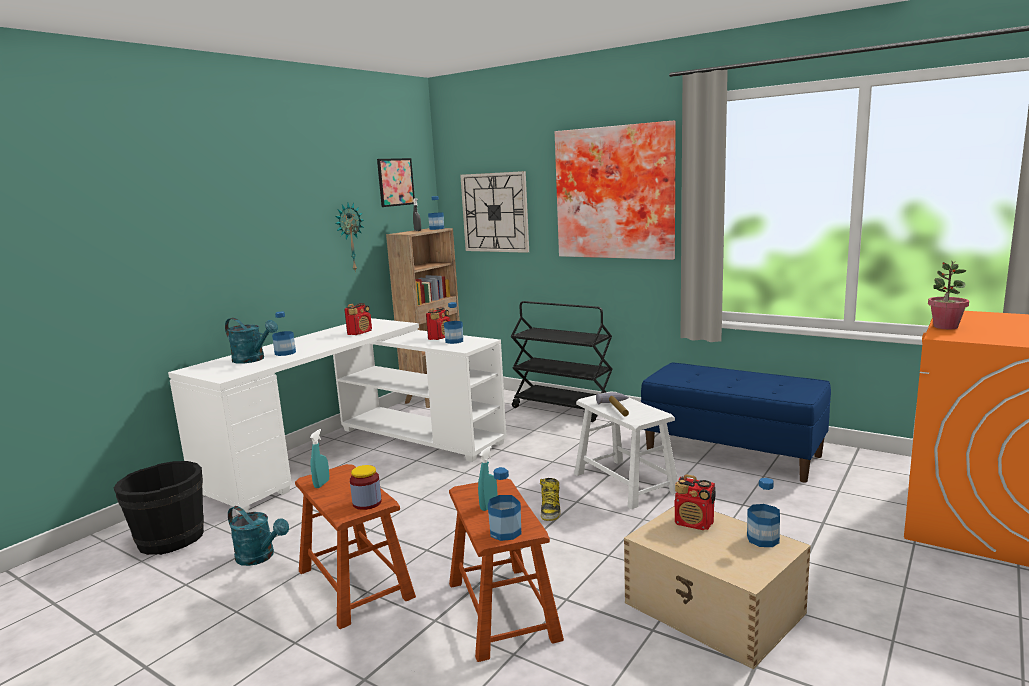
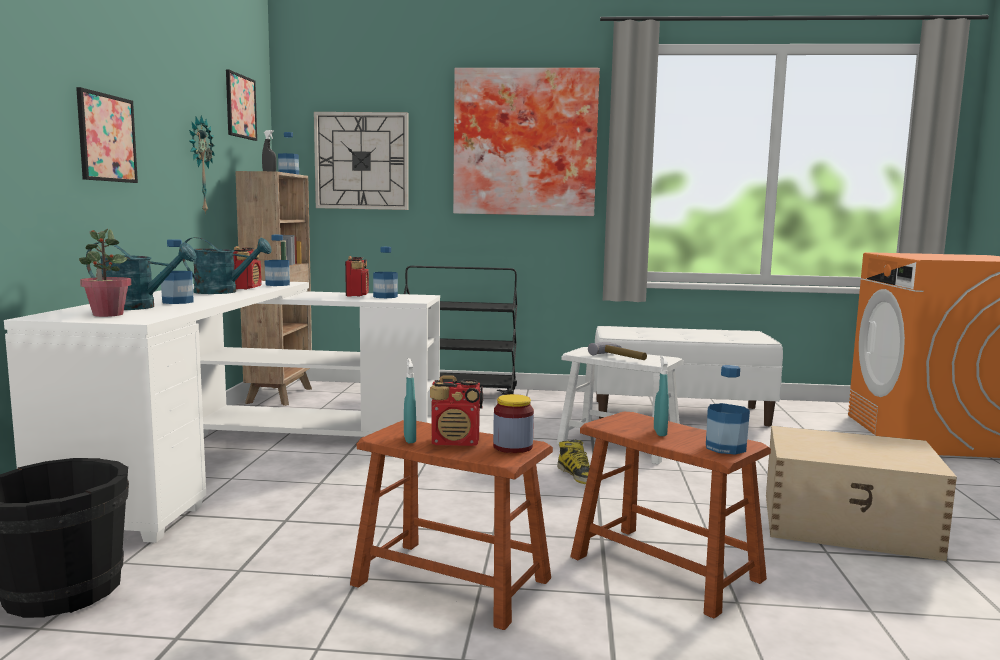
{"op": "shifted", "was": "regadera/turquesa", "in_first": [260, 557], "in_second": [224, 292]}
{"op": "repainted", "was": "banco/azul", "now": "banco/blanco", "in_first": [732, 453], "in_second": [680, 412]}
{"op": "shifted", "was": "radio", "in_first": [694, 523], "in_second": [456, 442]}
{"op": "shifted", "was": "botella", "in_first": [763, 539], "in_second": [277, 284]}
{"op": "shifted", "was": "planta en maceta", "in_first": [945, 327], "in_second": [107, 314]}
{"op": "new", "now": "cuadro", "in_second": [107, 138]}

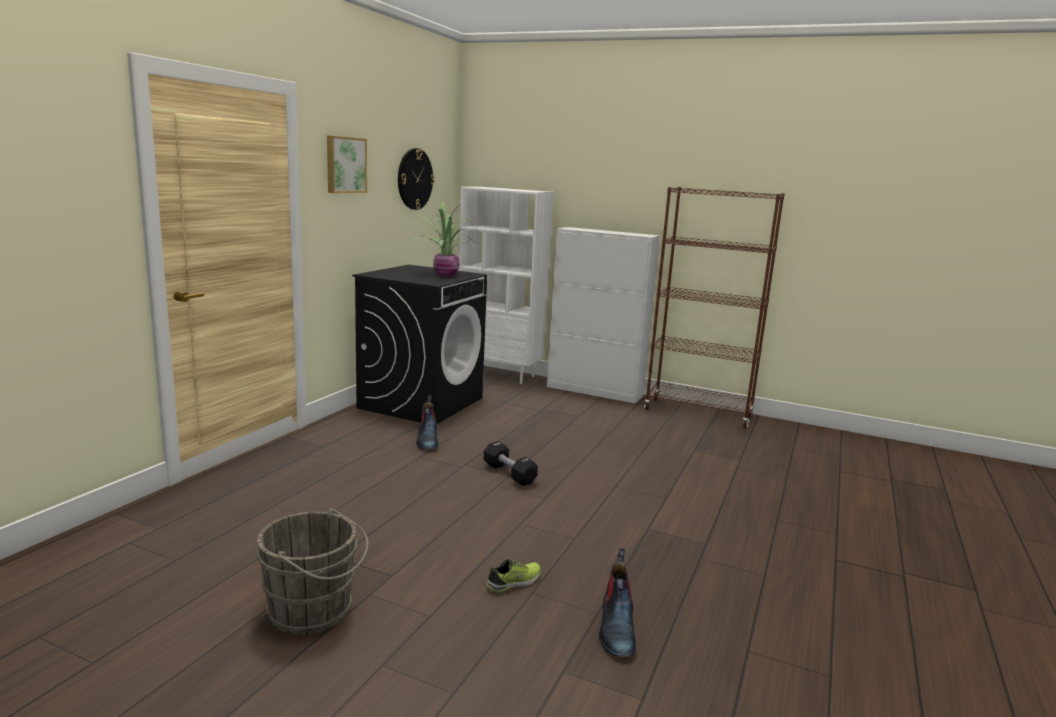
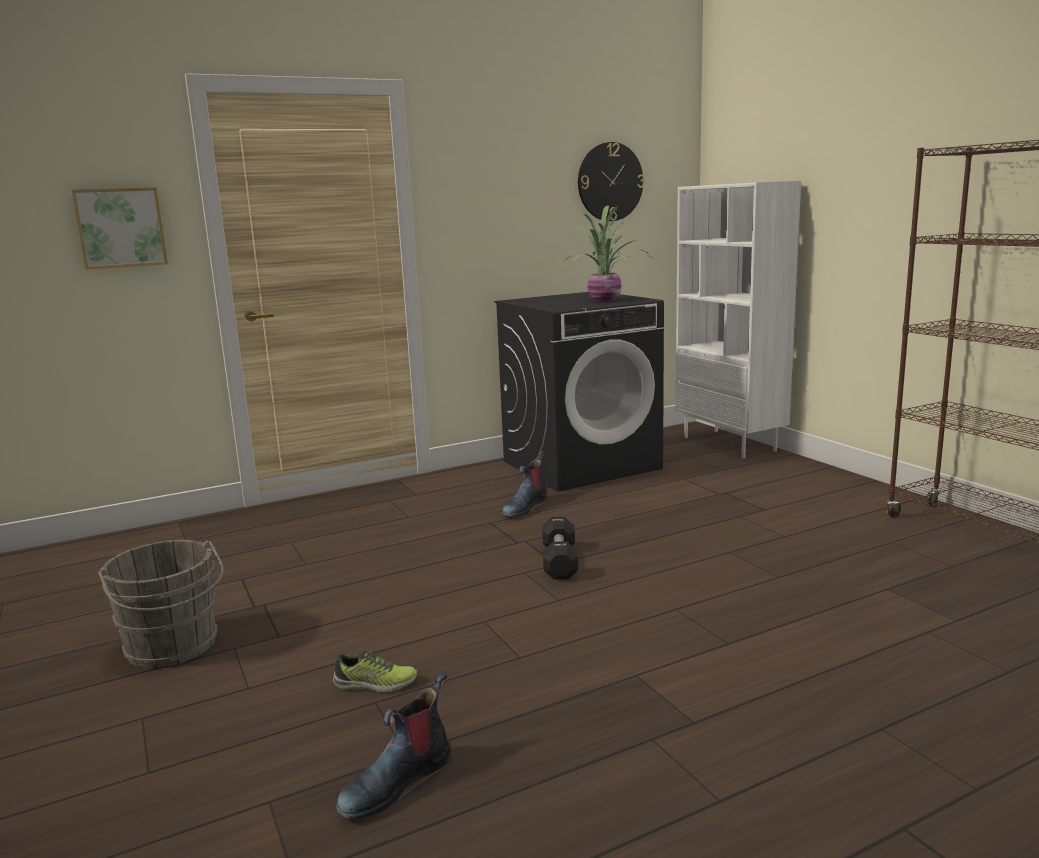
{"op": "shifted", "was": "cuadro", "in_first": [345, 165], "in_second": [120, 227]}
{"op": "gone", "was": "armario/blanco", "in_first": [595, 391]}

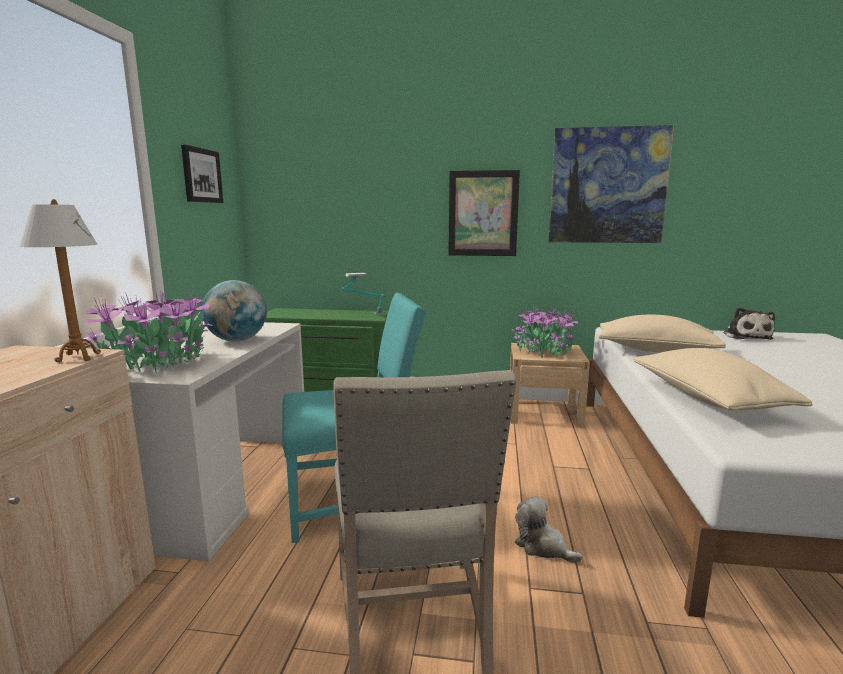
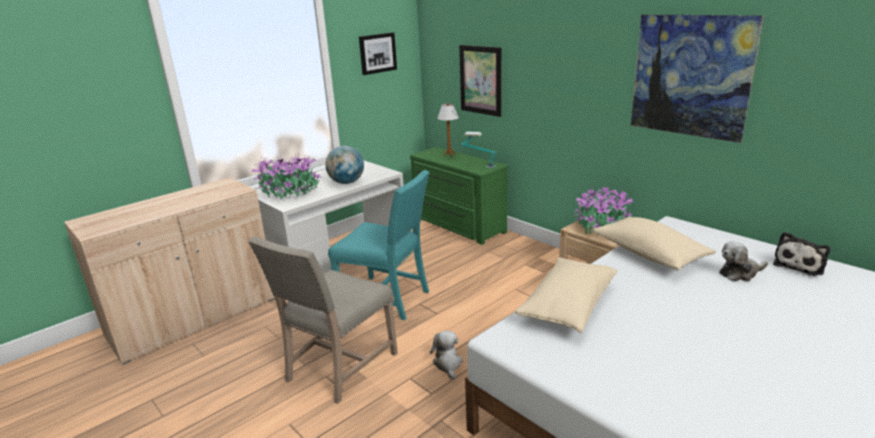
{"op": "shifted", "was": "lámpara de mesa", "in_first": [78, 357], "in_second": [449, 155]}
{"op": "shifted", "was": "cuadro", "in_first": [483, 213], "in_second": [480, 80]}
{"op": "new", "now": "peluche", "in_second": [739, 273]}

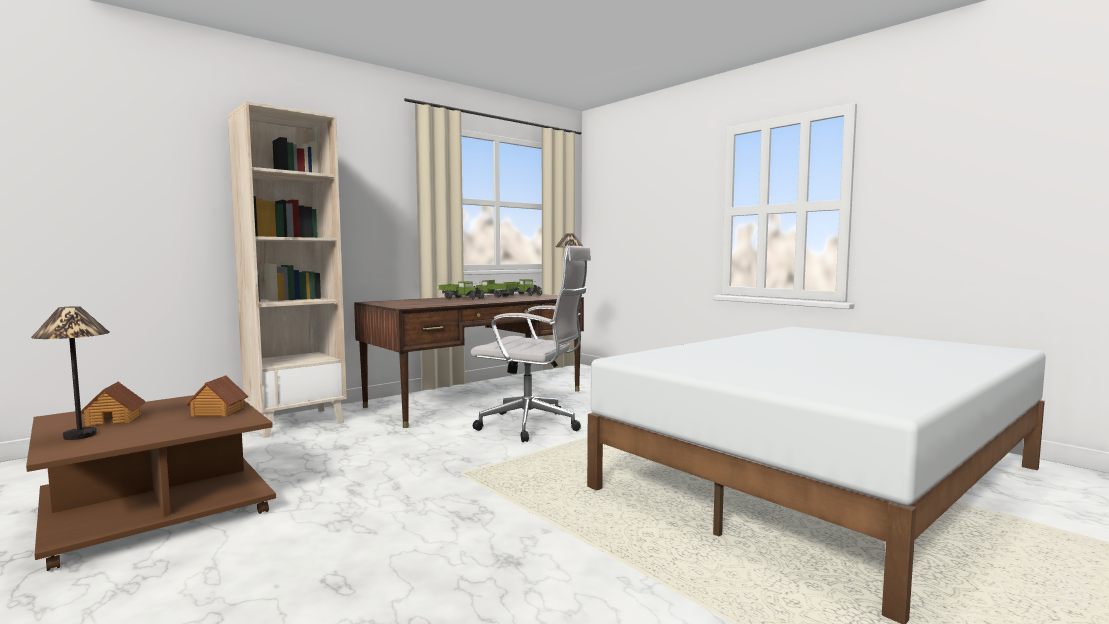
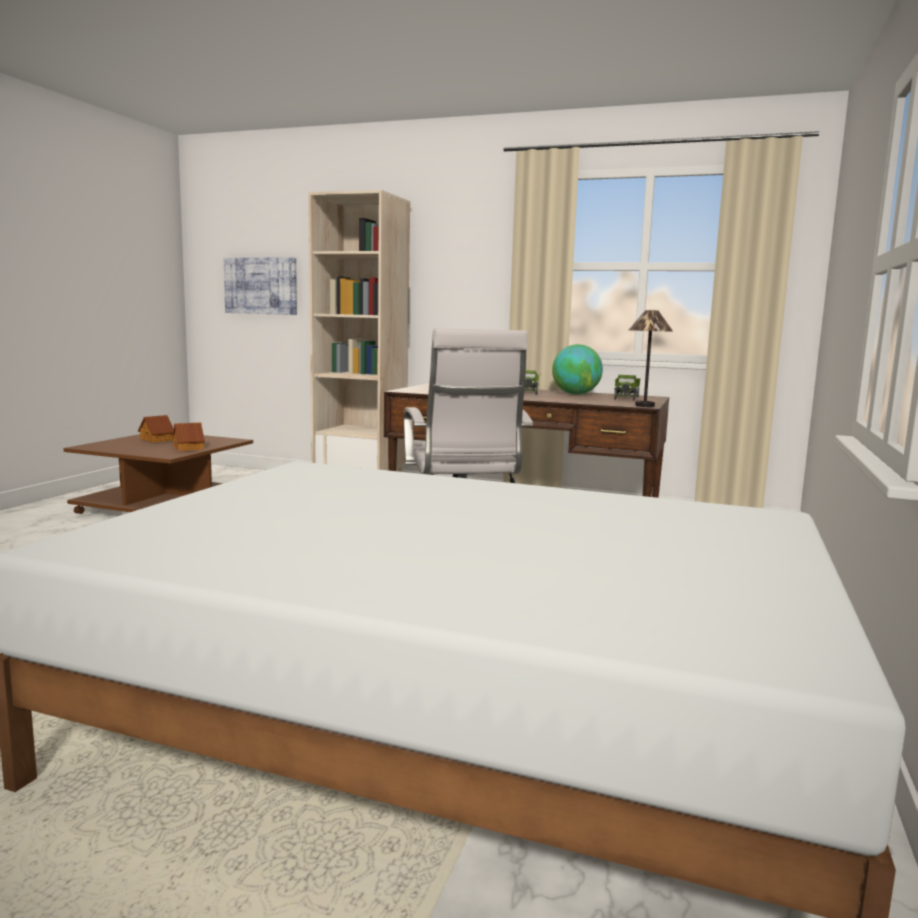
{"op": "gone", "was": "lámpara de mesa", "in_first": [79, 436]}
{"op": "swapped", "was": "camión de juguete", "now": "globo terráqueo", "in_first": [492, 296], "in_second": [575, 394]}
{"op": "new", "now": "cuadro", "in_second": [261, 286]}

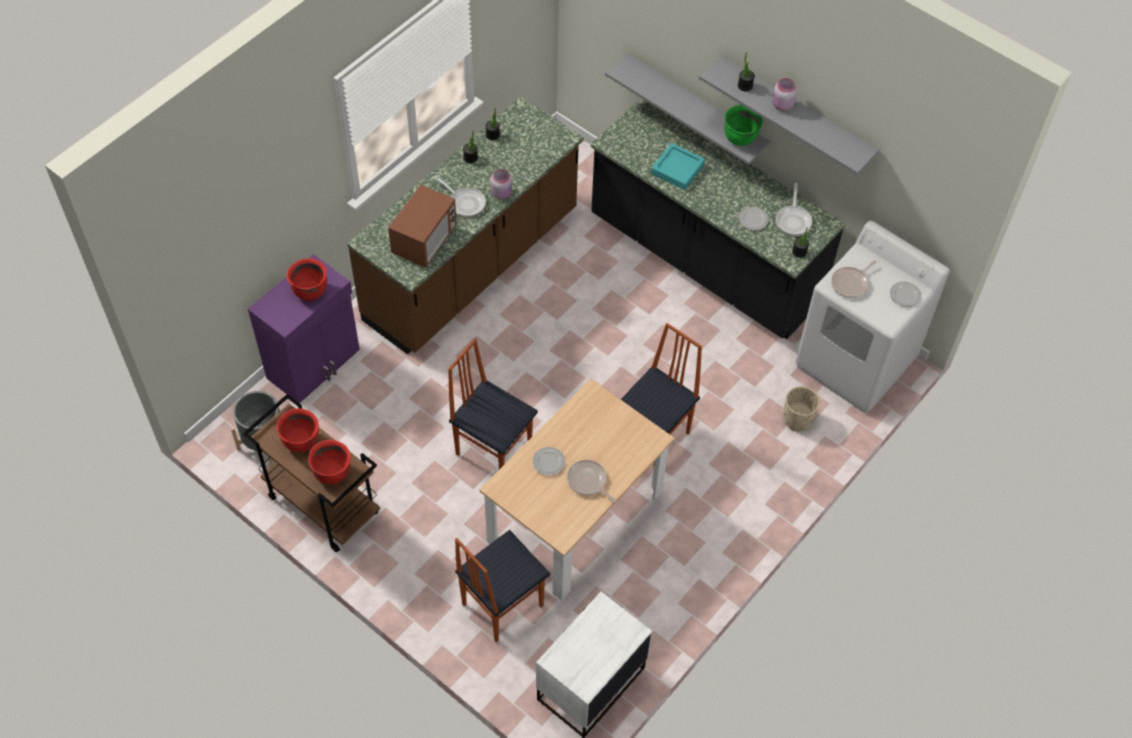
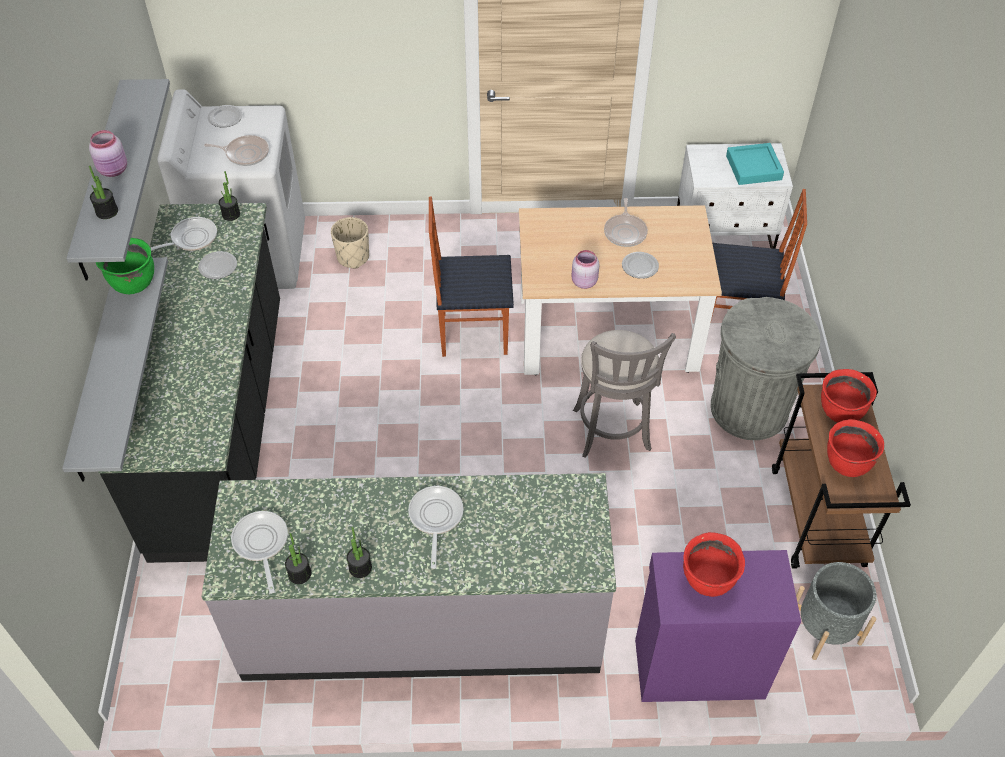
{"op": "repainted", "was": "mueble bajo de cocina/marrón", "now": "mueble bajo de cocina/gris", "in_first": [472, 267], "in_second": [422, 623]}
{"op": "gone", "was": "microondas", "in_first": [424, 241]}
{"op": "swapped", "was": "silla", "now": "taburete/gris", "in_first": [494, 449], "in_second": [612, 433]}
{"op": "shifted", "was": "tarro/rosa", "in_first": [502, 193], "in_second": [583, 281]}
{"op": "shifted", "was": "bandeja/turquesa", "in_first": [677, 169], "in_second": [753, 168]}
{"op": "new", "now": "sartén", "in_second": [261, 544]}
{"op": "new", "now": "papelera/gris", "in_second": [749, 409]}

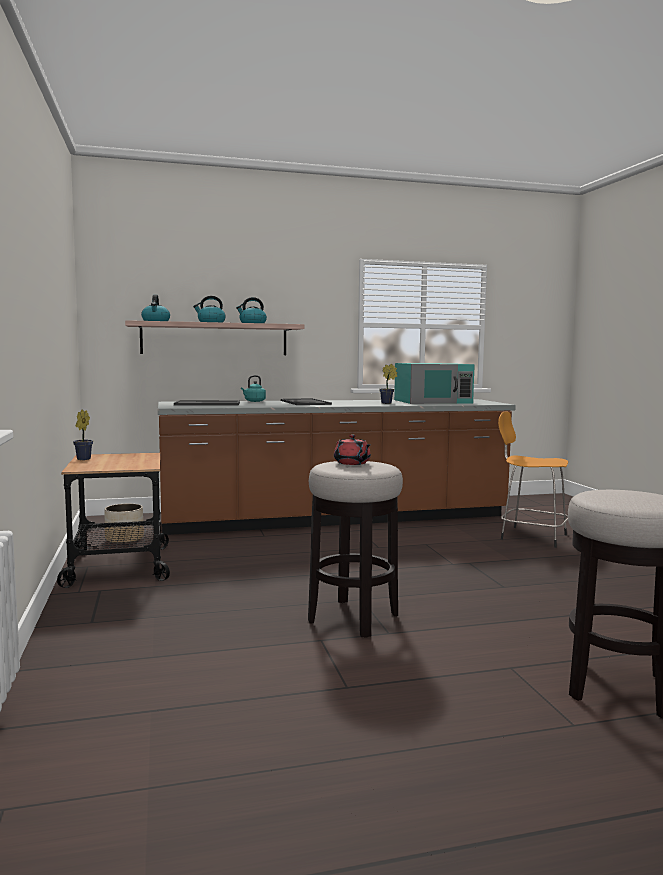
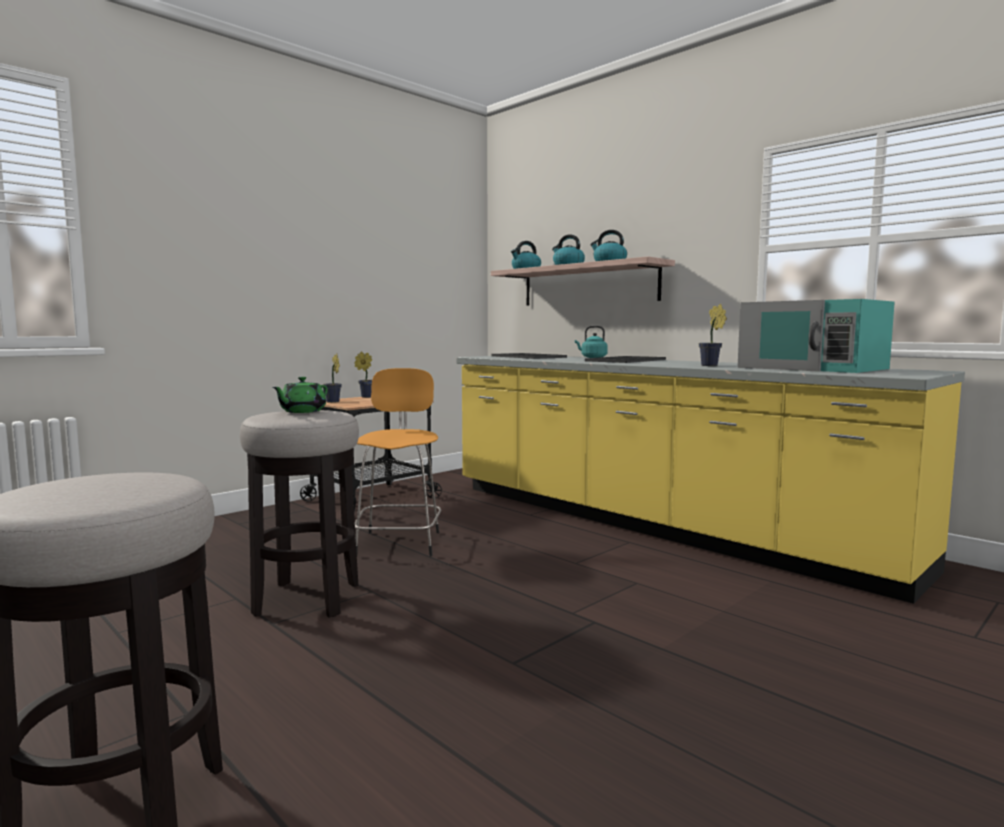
{"op": "gone", "was": "maceta", "in_first": [124, 539]}
{"op": "repainted", "was": "mueble bajo de cocina/marrón", "now": "mueble bajo de cocina/amarillo", "in_first": [336, 519], "in_second": [653, 524]}
{"op": "repainted", "was": "tetera/rojo", "now": "tetera/verde", "in_first": [352, 463], "in_second": [302, 411]}
{"op": "shifted", "was": "taburete/naranja", "in_first": [531, 536], "in_second": [399, 542]}
{"op": "new", "now": "planta en maceta", "in_second": [333, 402]}

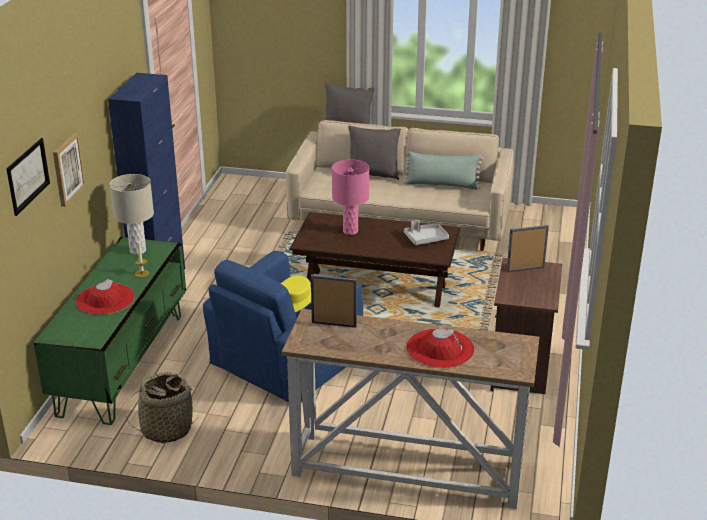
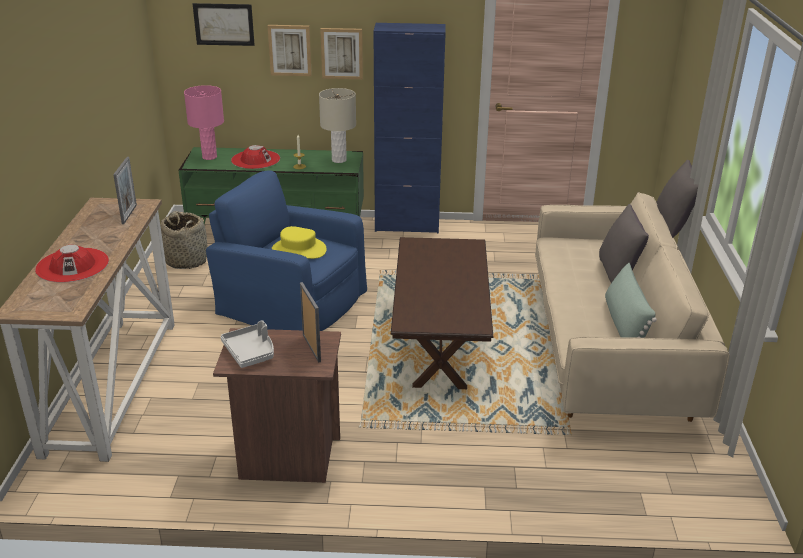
{"op": "shifted", "was": "lámpara de mesa/rosa", "in_first": [350, 231], "in_second": [209, 157]}
{"op": "shifted", "was": "bandeja/gris", "in_first": [425, 239], "in_second": [250, 352]}
{"op": "new", "now": "cuadro", "in_second": [342, 53]}

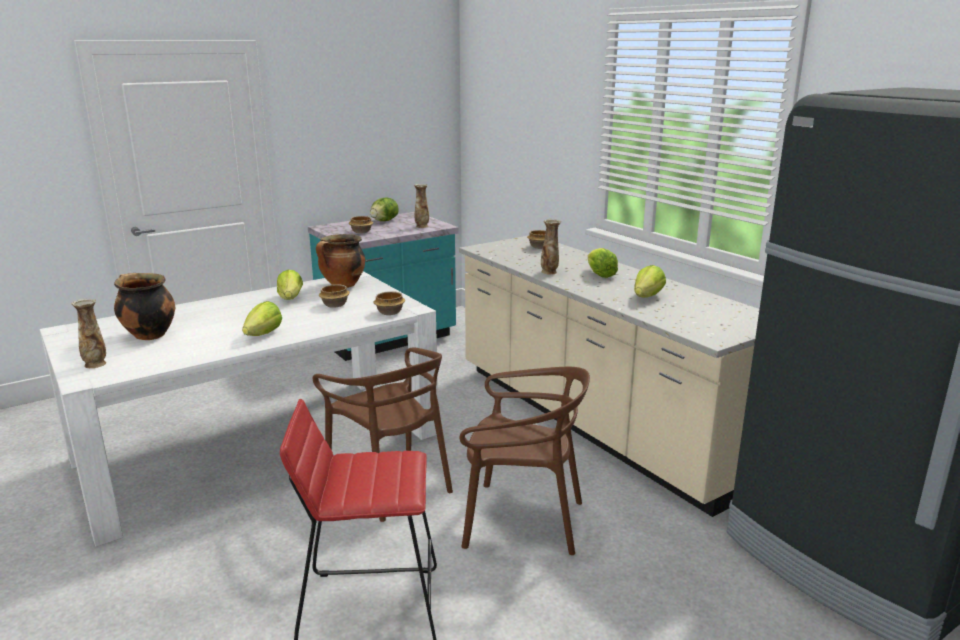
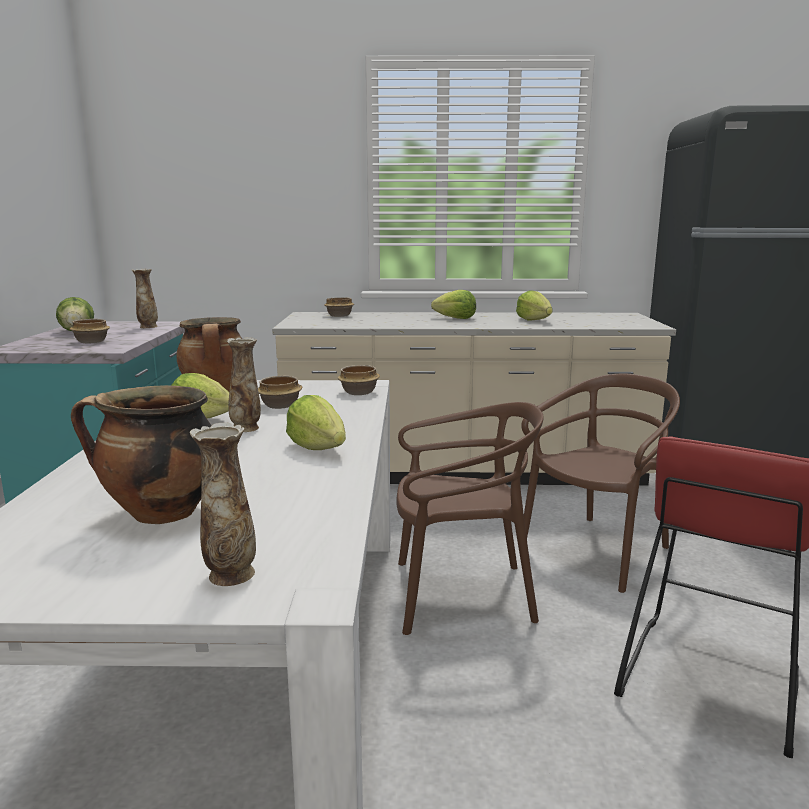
{"op": "shifted", "was": "florero", "in_first": [549, 272], "in_second": [246, 428]}

